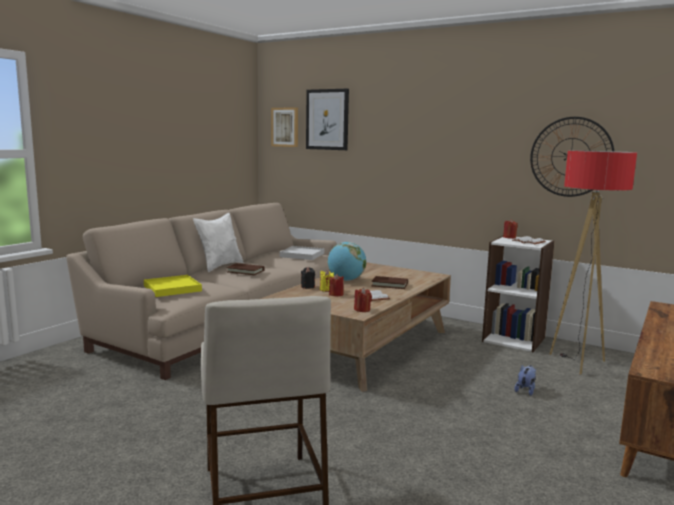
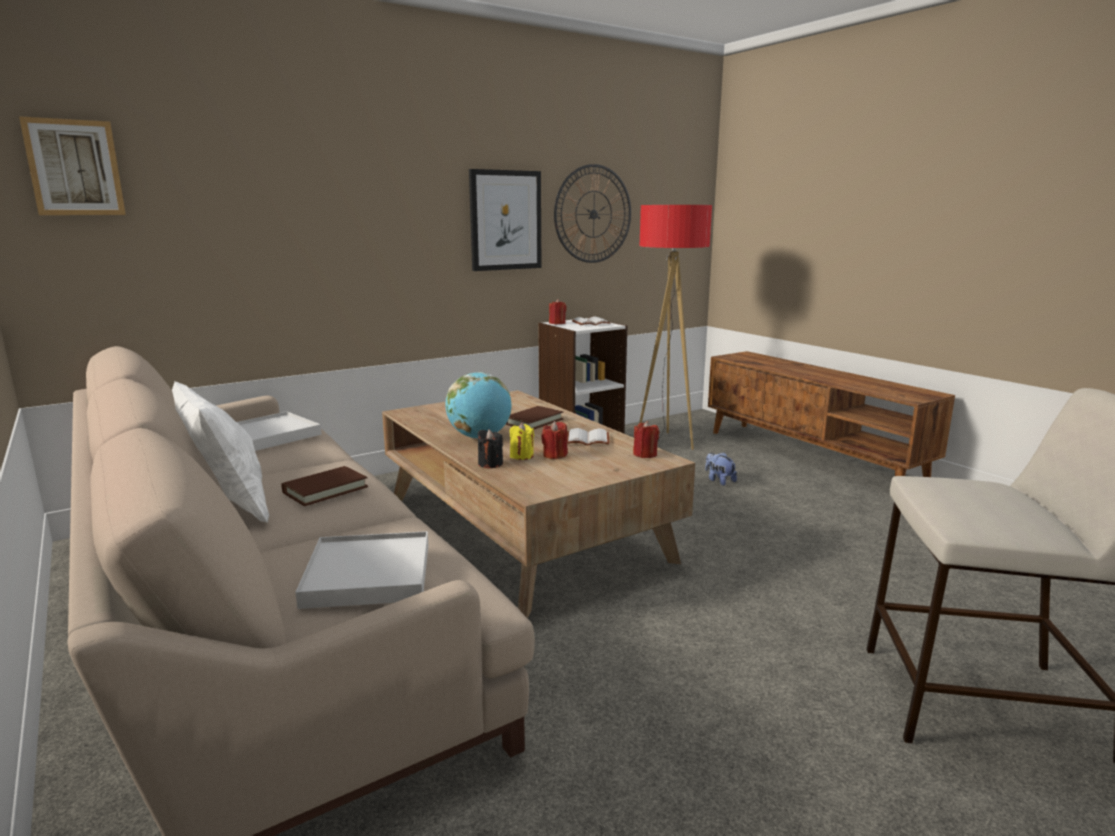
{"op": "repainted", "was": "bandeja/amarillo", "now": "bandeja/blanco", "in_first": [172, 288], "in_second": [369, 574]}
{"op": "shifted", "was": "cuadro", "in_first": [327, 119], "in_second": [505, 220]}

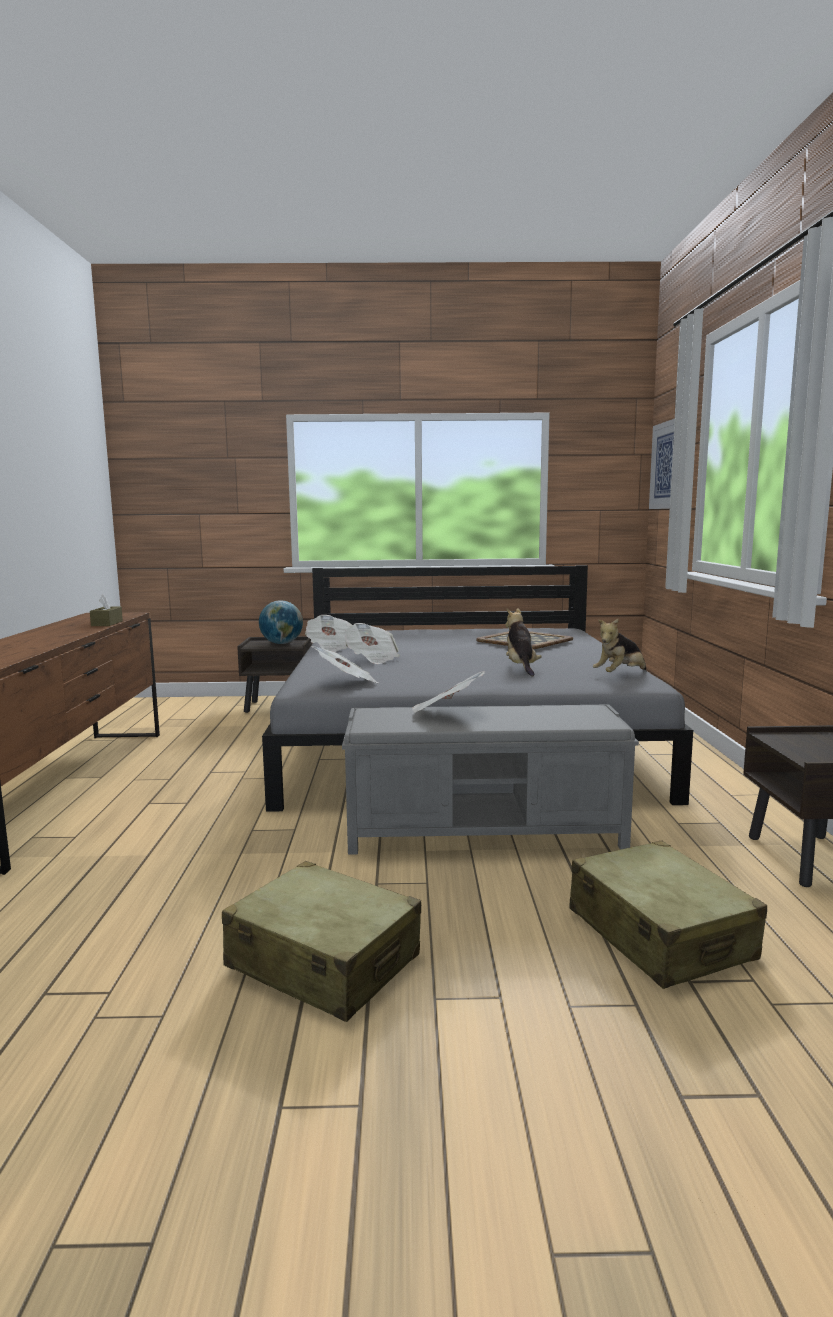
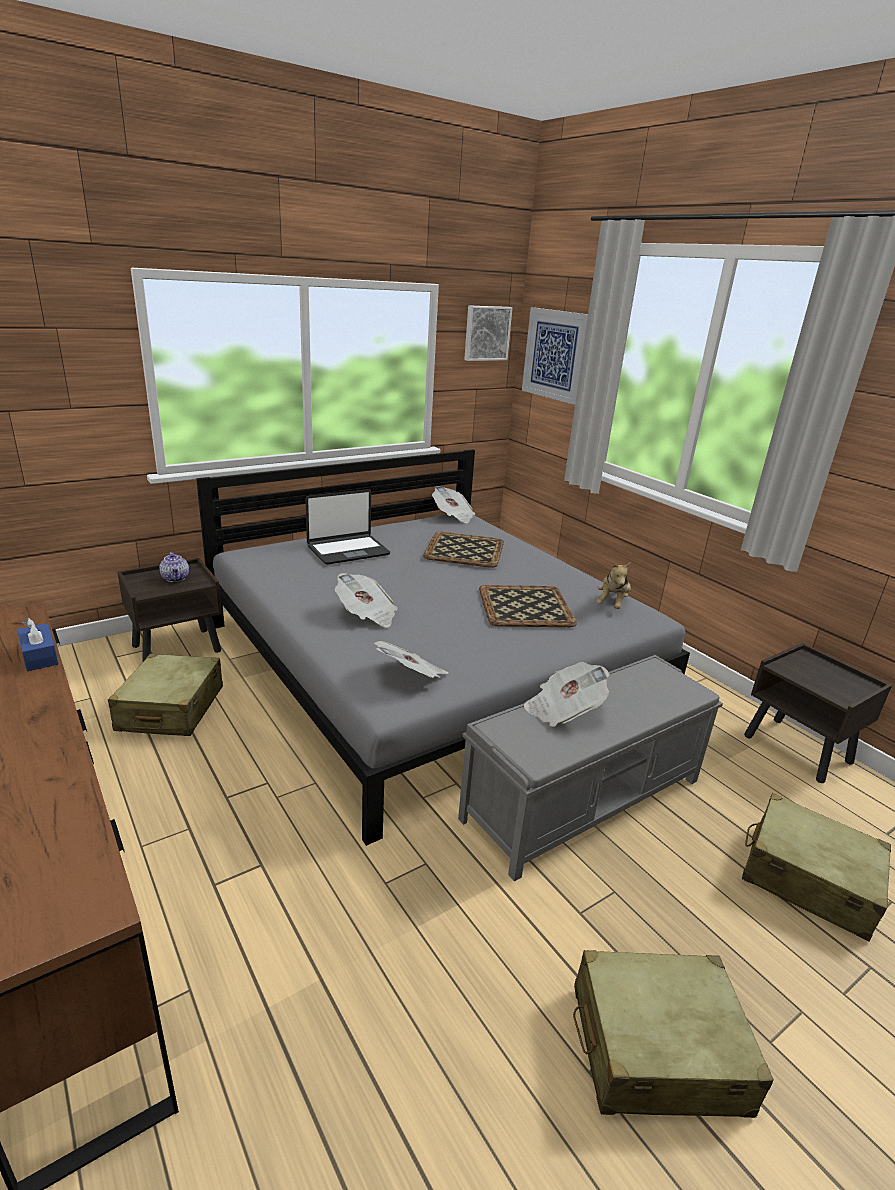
{"op": "repainted", "was": "caja de pañuelos/marrón", "now": "caja de pañuelos/azul", "in_first": [107, 623], "in_second": [39, 656]}
{"op": "swapped", "was": "globo terráqueo", "now": "tetera", "in_first": [282, 643], "in_second": [176, 578]}
{"op": "shifted", "was": "periódico", "in_first": [330, 647], "in_second": [453, 516]}
{"op": "swapped", "was": "peluche", "now": "bandeja", "in_first": [521, 668], "in_second": [526, 607]}
{"op": "new", "now": "maleta/beis", "in_second": [171, 709]}
{"op": "new", "now": "portátil", "in_second": [348, 550]}
{"op": "new", "now": "cuadro", "in_second": [486, 333]}

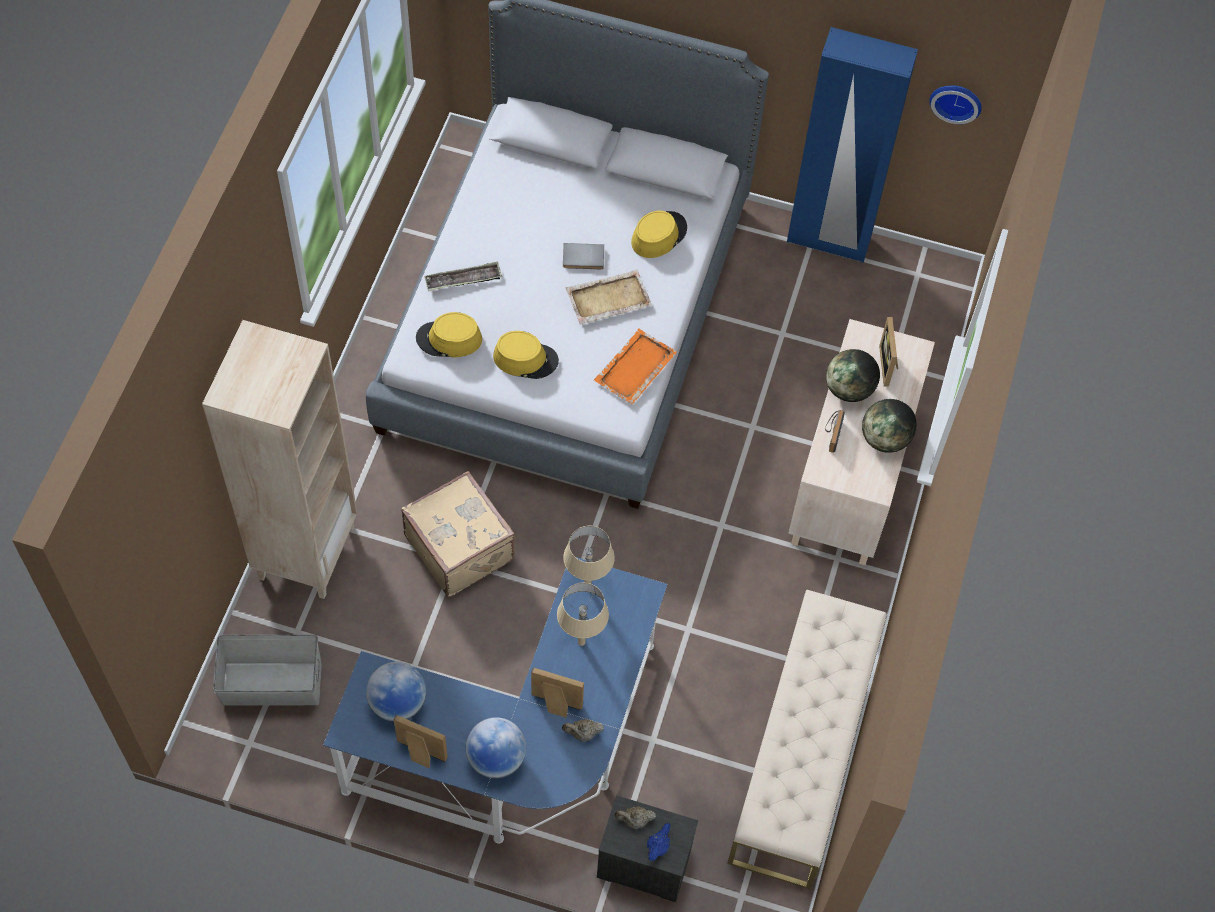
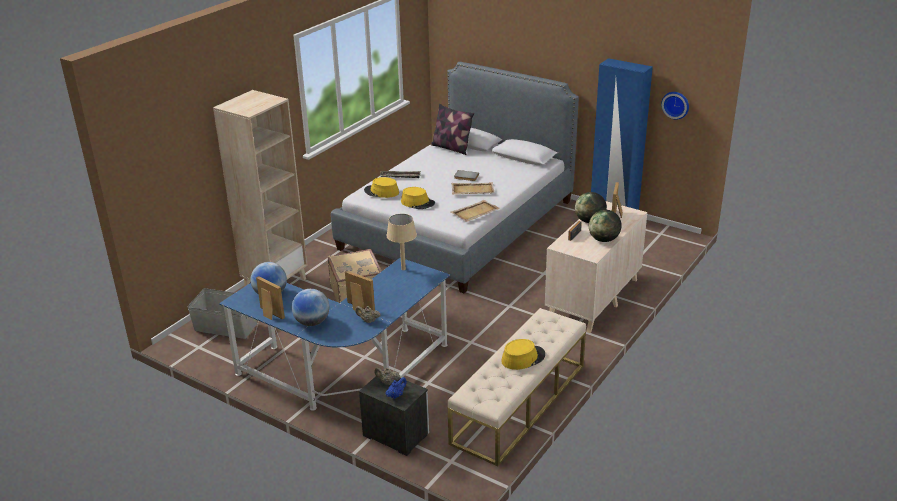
{"op": "gone", "was": "lámpara de mesa/beis", "in_first": [581, 642]}
{"op": "repainted", "was": "bandeja/naranja", "now": "bandeja/beis", "in_first": [634, 368], "in_second": [474, 212]}
{"op": "shifted", "was": "sombrero/amarillo", "in_first": [658, 235], "in_second": [523, 358]}
{"op": "new", "now": "cojín", "in_second": [451, 148]}

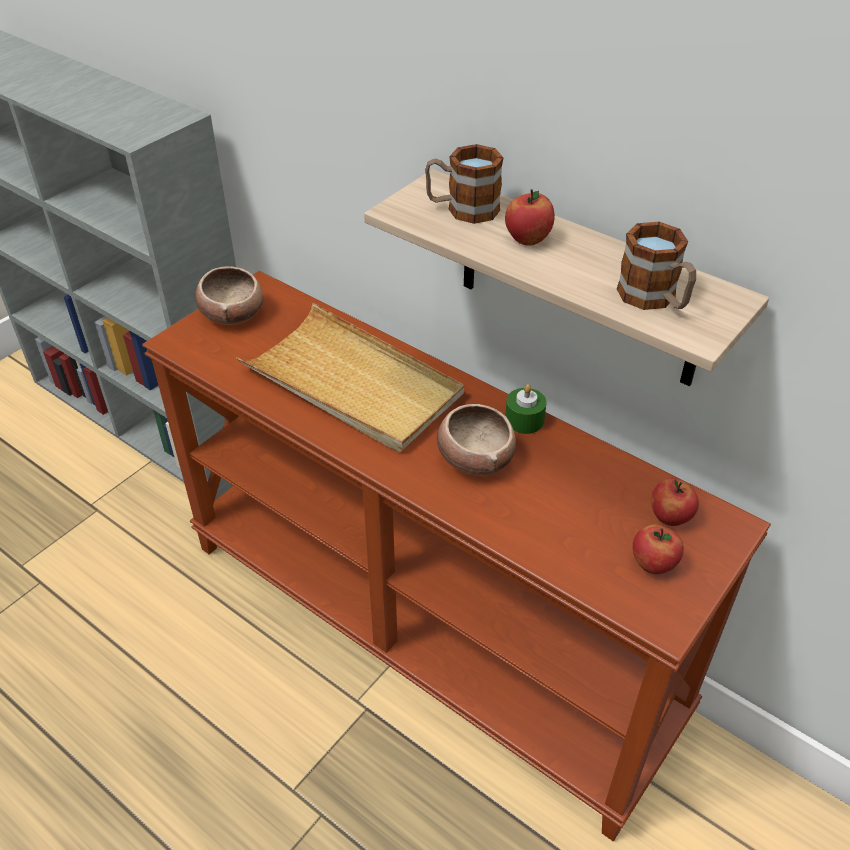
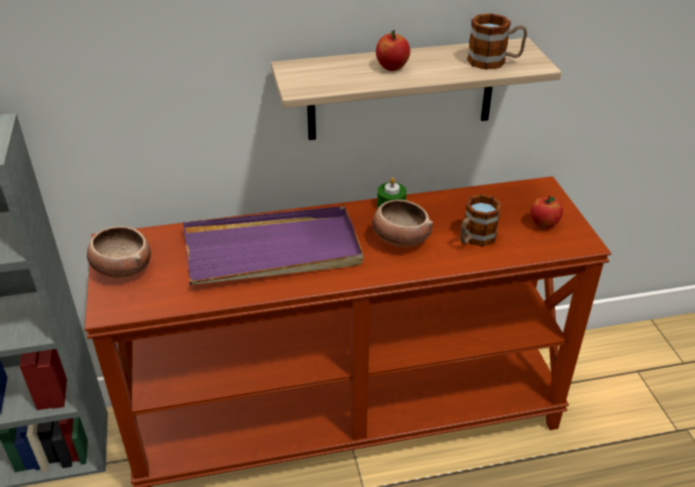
{"op": "repainted", "was": "bandeja/beis", "now": "bandeja/morado", "in_first": [352, 383], "in_second": [273, 251]}
{"op": "shifted", "was": "taza grande", "in_first": [462, 209], "in_second": [475, 239]}
{"op": "gone", "was": "manzana", "in_first": [670, 517]}

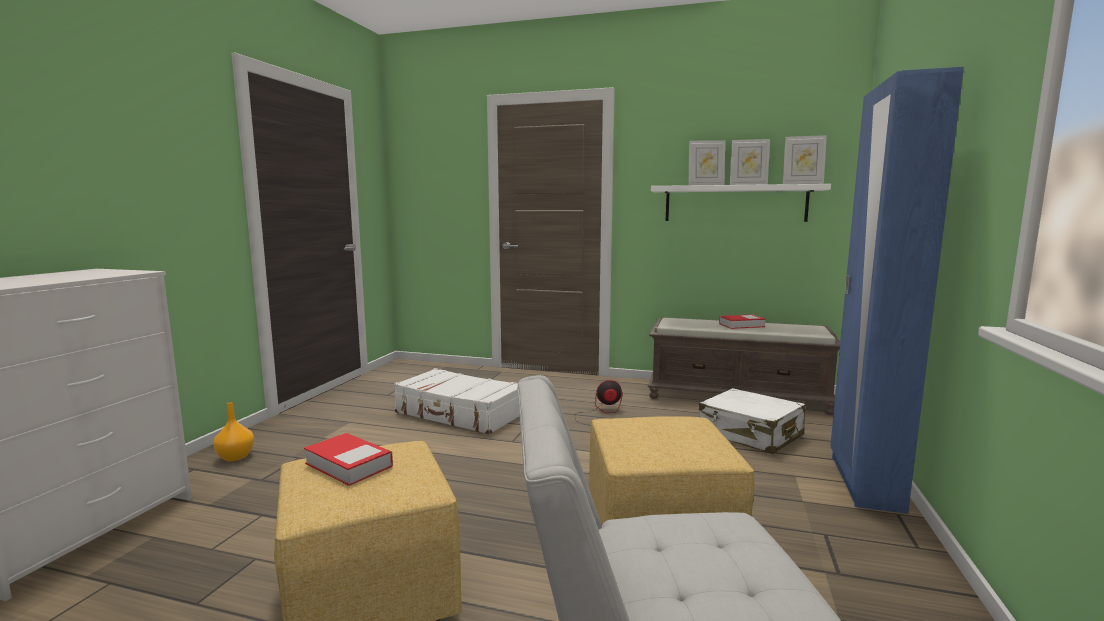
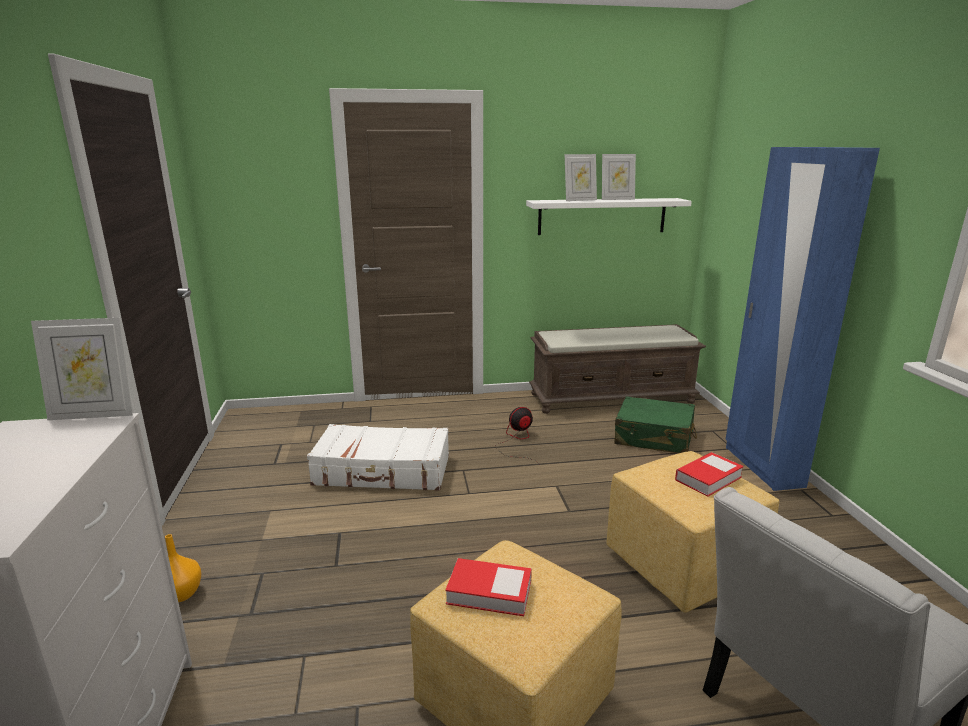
{"op": "repainted", "was": "maleta/blanco", "now": "maleta/verde", "in_first": [750, 434], "in_second": [654, 437]}
{"op": "shifted", "was": "libro", "in_first": [741, 325], "in_second": [708, 478]}
{"op": "shifted", "was": "portarretratos", "in_first": [802, 184], "in_second": [94, 414]}

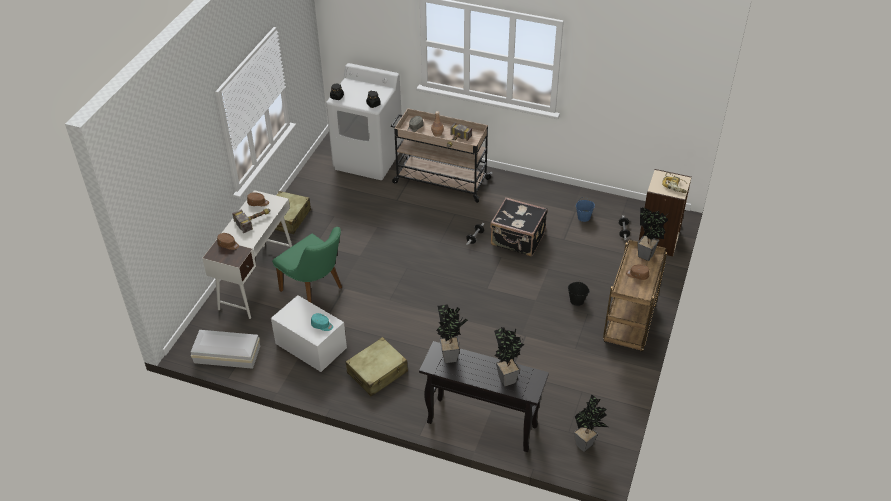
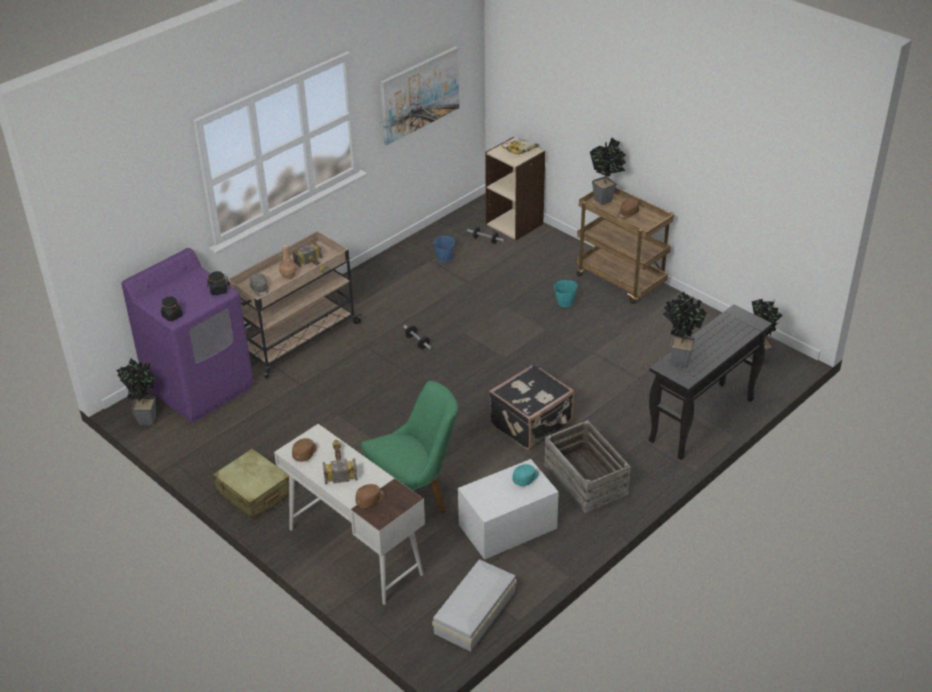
{"op": "repainted", "was": "lavadora/blanco", "now": "lavadora/morado", "in_first": [368, 159], "in_second": [200, 387]}
{"op": "swapped", "was": "maleta/beis", "now": "caja de embalaje", "in_first": [377, 372], "in_second": [585, 479]}
{"op": "shifted", "was": "maleta/negro", "in_first": [517, 239], "in_second": [532, 424]}
{"op": "shifted", "was": "planta en maceta", "in_first": [507, 377], "in_second": [144, 419]}
{"op": "repainted", "was": "cubo/negro", "now": "cubo/turquesa", "in_first": [577, 300], "in_second": [565, 302]}
{"op": "new", "now": "cuadro", "in_second": [419, 94]}

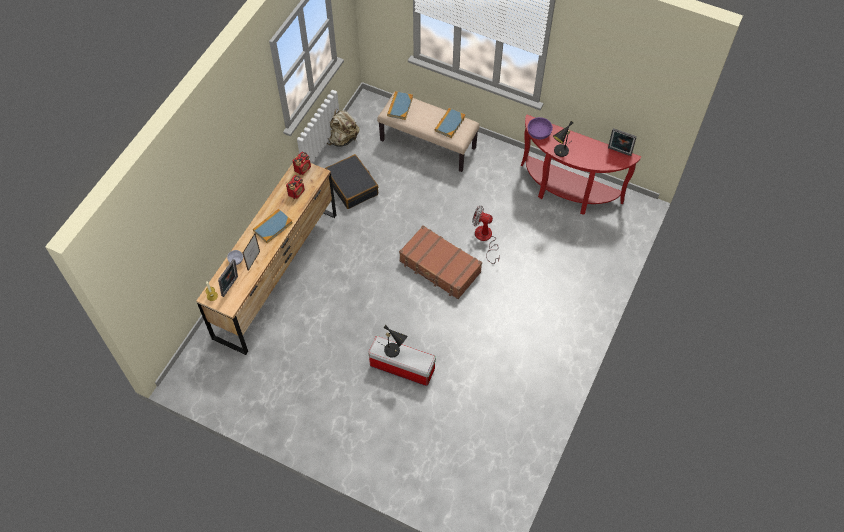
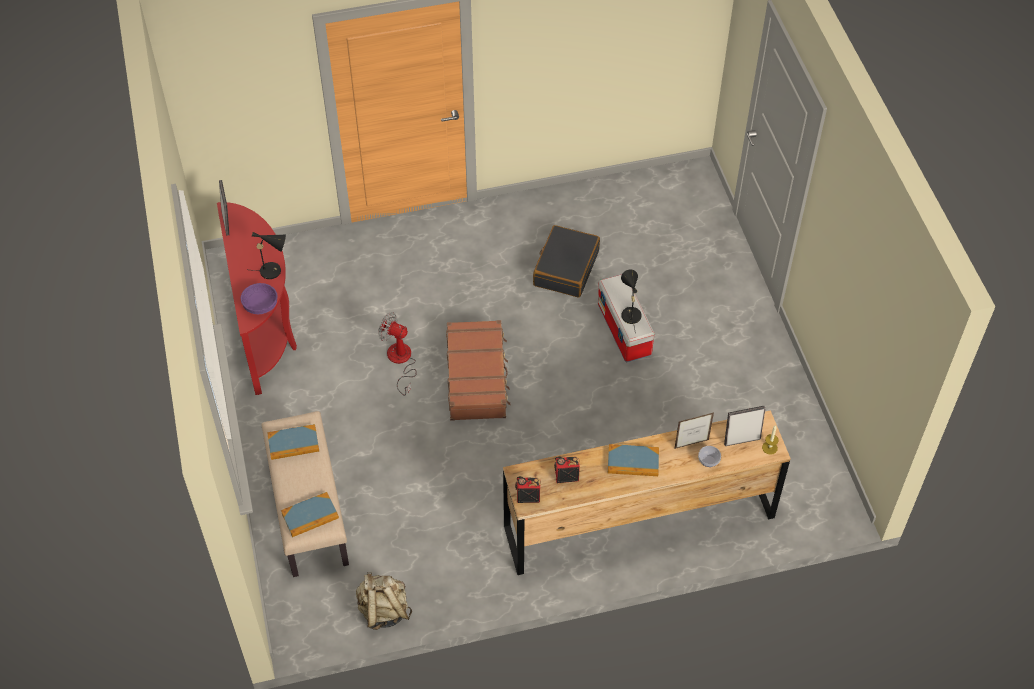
{"op": "shifted", "was": "maleta/negro", "in_first": [352, 186], "in_second": [565, 268]}
{"op": "rotated", "was": "ventilador", "in_first": [485, 239], "in_second": [400, 361], "clockwise": 135}

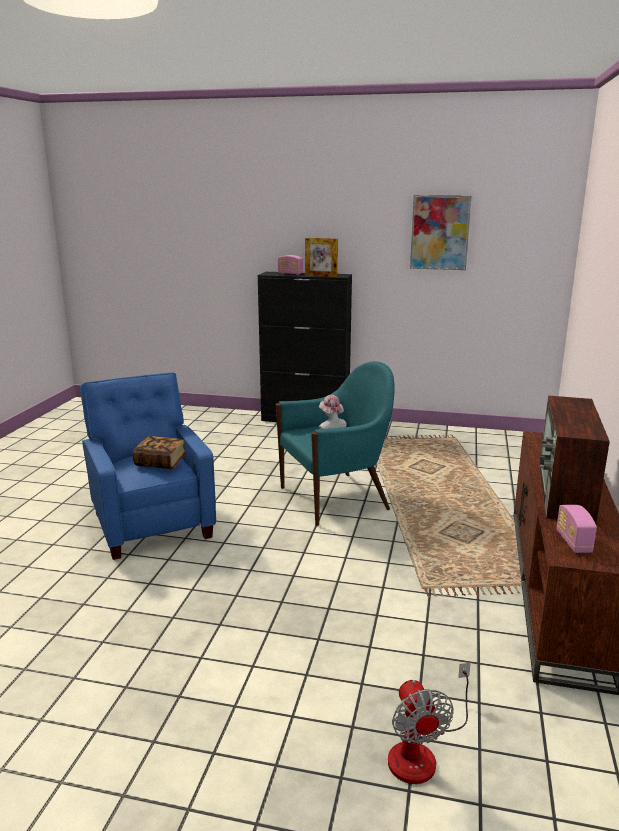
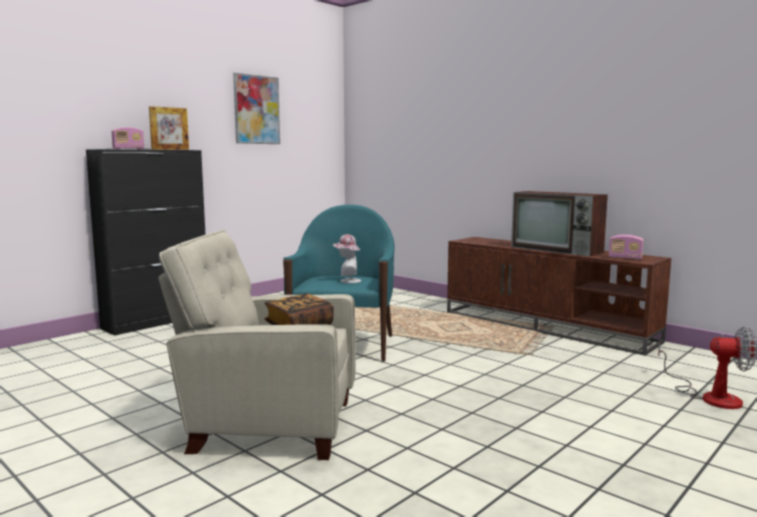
{"op": "repainted", "was": "sillón/azul", "now": "sillón/beis", "in_first": [152, 523], "in_second": [268, 425]}

